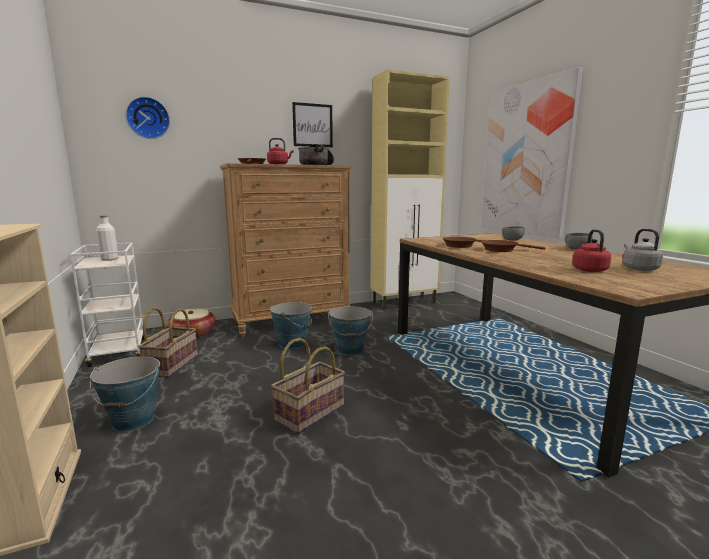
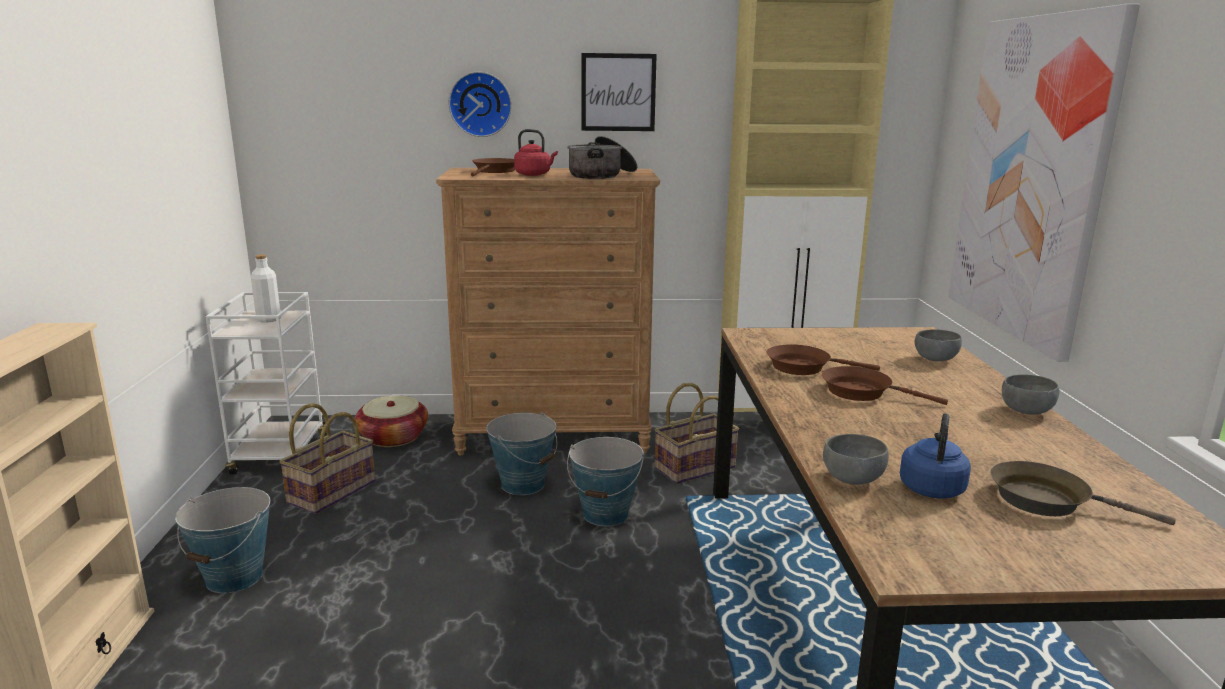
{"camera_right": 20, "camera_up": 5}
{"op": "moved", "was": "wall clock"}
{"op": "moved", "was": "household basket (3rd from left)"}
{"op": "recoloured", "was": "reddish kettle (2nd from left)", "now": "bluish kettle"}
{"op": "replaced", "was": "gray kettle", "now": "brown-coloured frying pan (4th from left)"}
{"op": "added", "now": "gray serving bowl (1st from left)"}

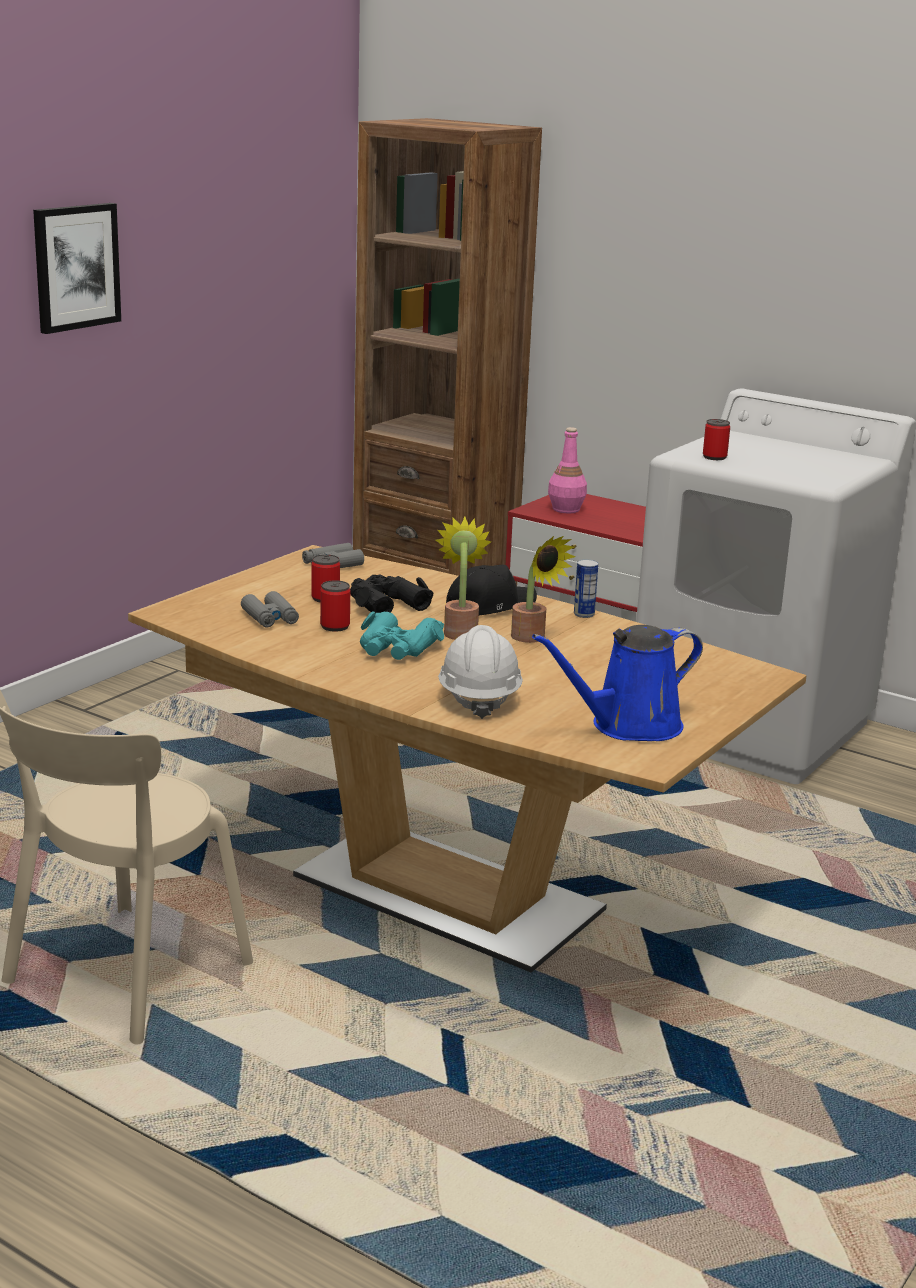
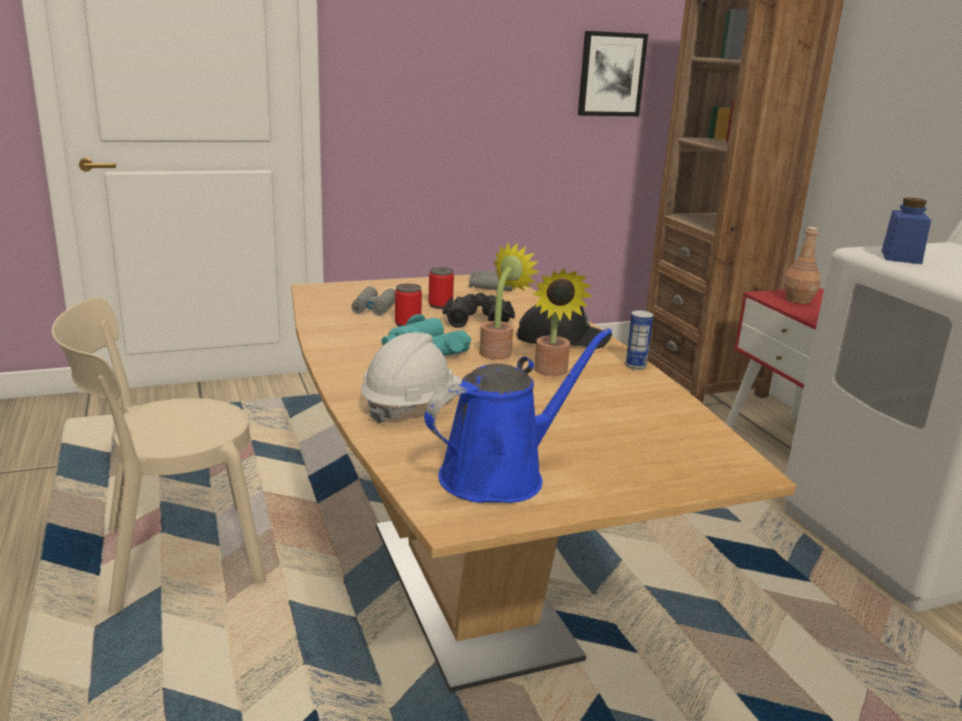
{"camera_right": 35, "camera_up": 0}
{"op": "moved", "was": "wall art"}
{"op": "turned", "was": "bluish watering can", "clockwise": 135}
{"op": "recoloured", "was": "pink drink bottle", "now": "brown-coloured drink bottle"}
{"op": "replaced", "was": "metal can (4th from left)", "now": "bluish storage jar"}

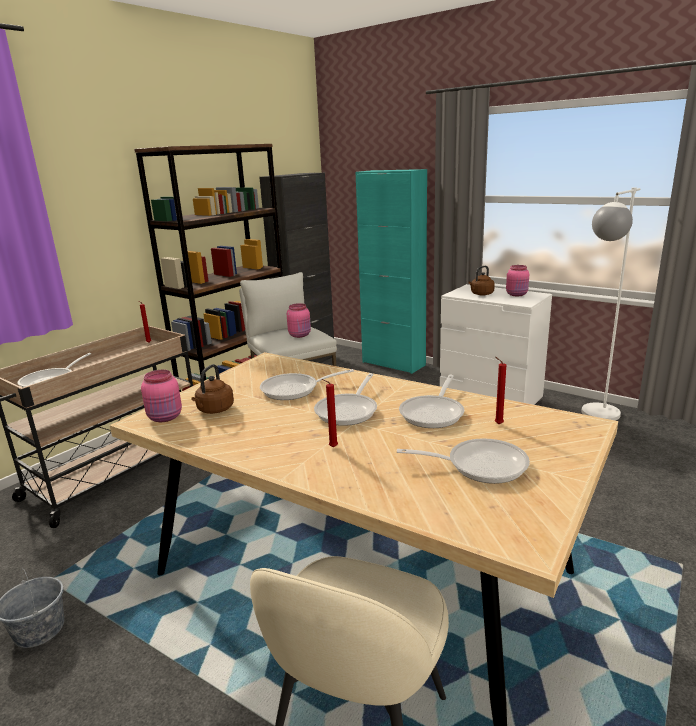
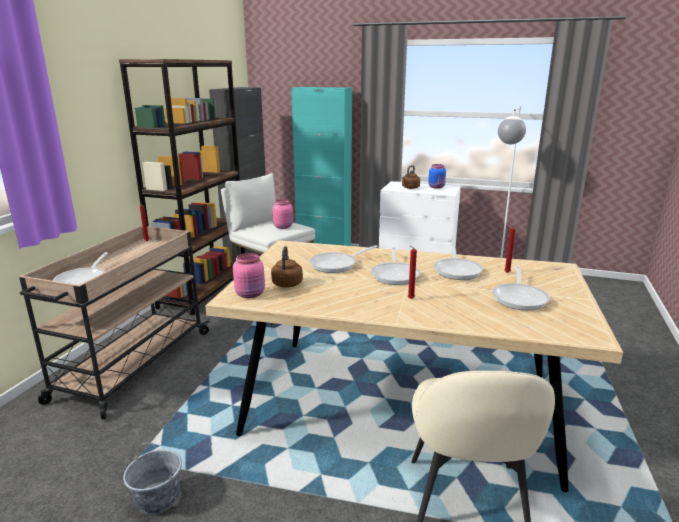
{"camera_right": -20, "camera_up": 0}
{"op": "turned", "was": "frying pan (5th from left)", "clockwise": 120}
{"op": "recoloured", "was": "pink storage jar (3rd from left)", "now": "bluish storage jar"}

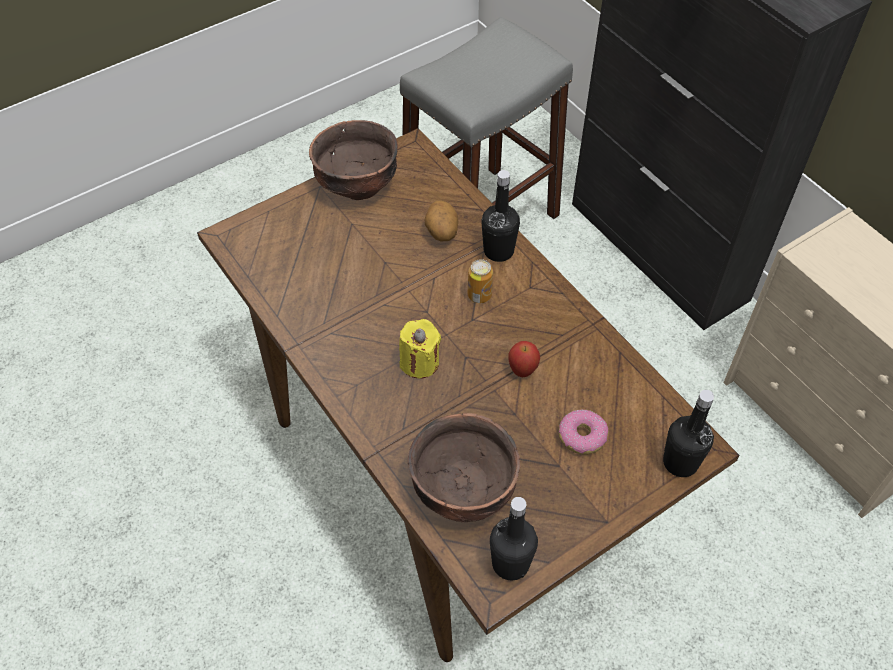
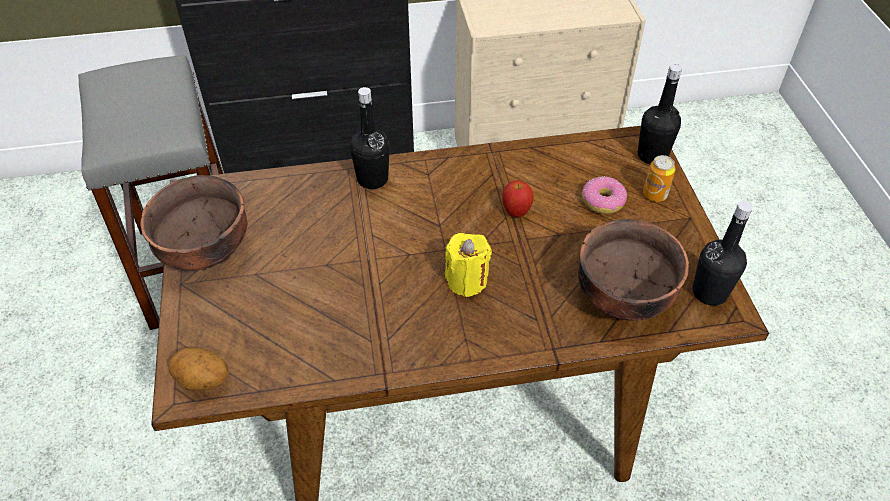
{"camera_right": -65, "camera_up": -5}
{"op": "moved", "was": "potato"}
{"op": "moved", "was": "metal can"}

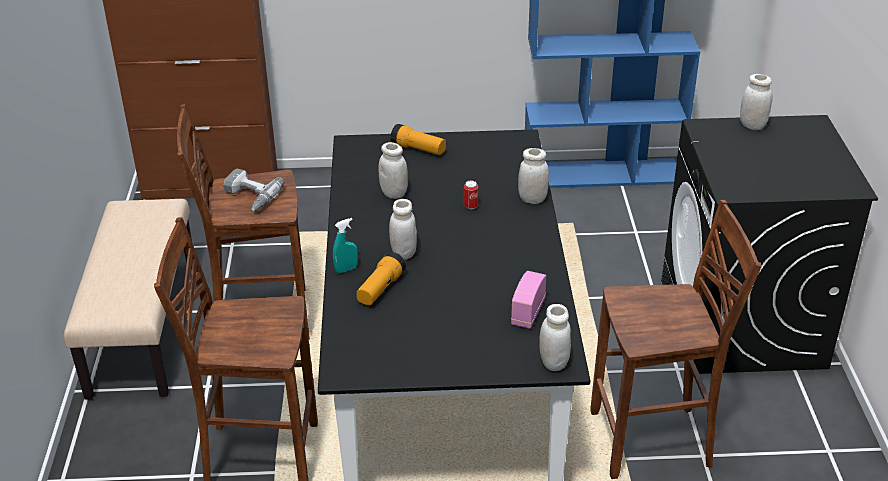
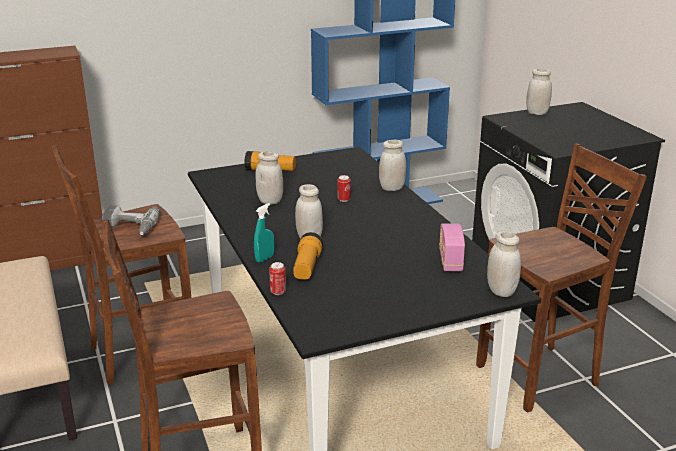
{"camera_right": -20, "camera_up": -10}
{"op": "added", "now": "metal can (1st from left)"}

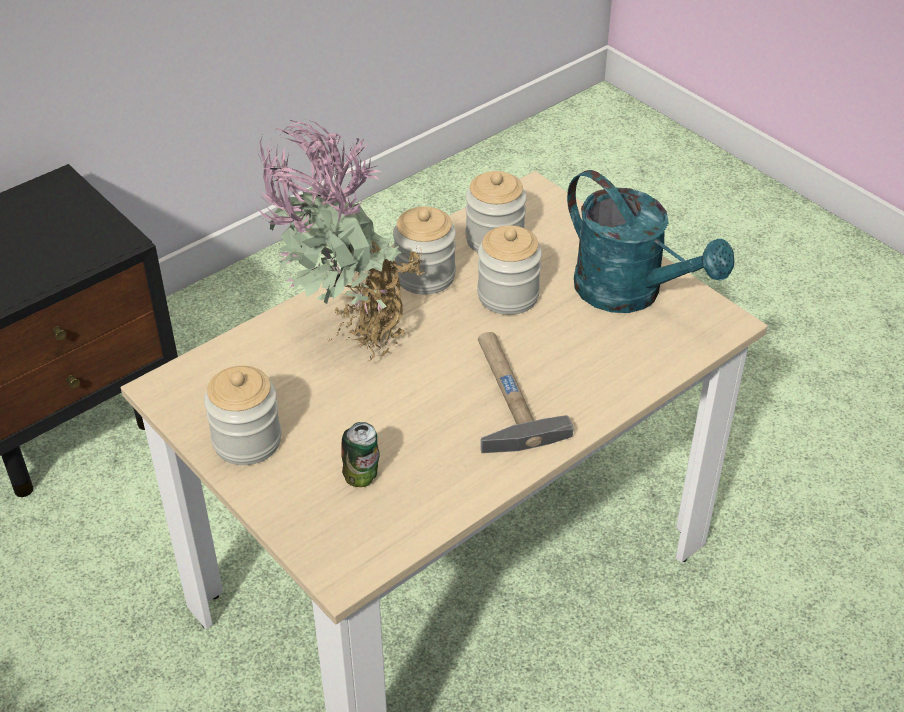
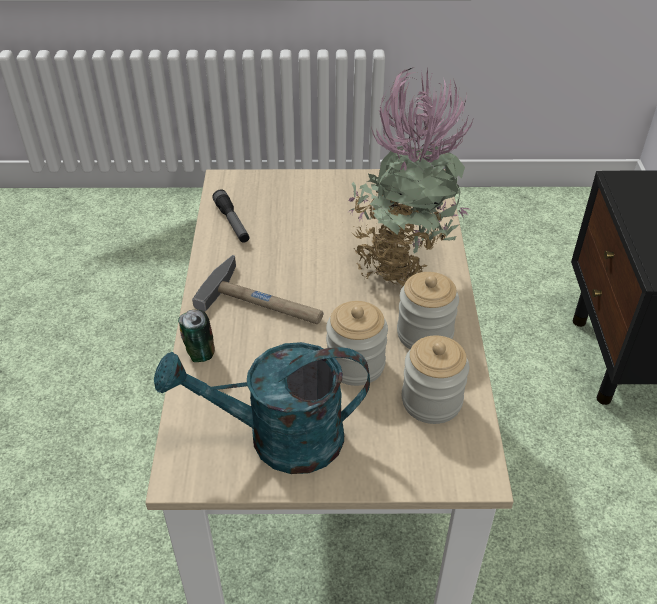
{"camera_right": 130, "camera_up": 0}
{"op": "removed", "was": "storage jar (1st from left)"}
{"op": "moved", "was": "metal can"}
{"op": "added", "now": "torch"}

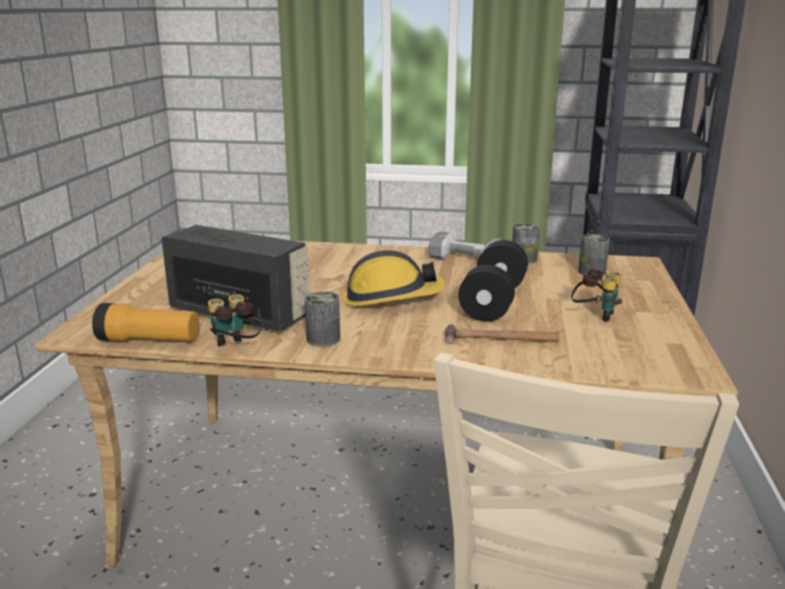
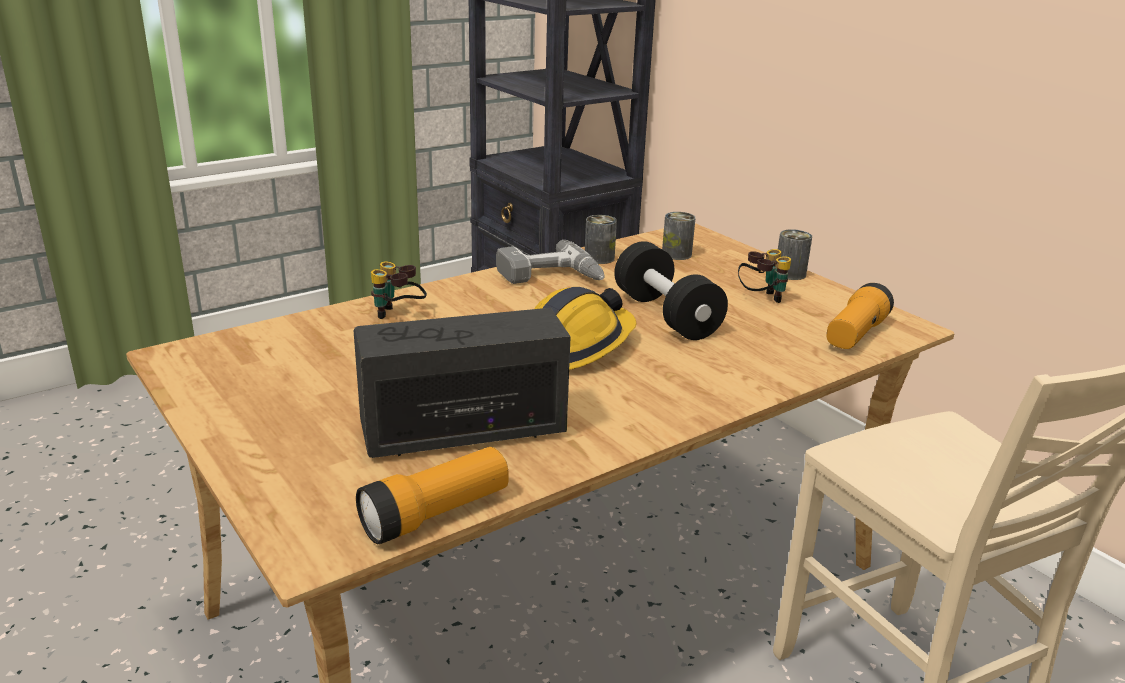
{"camera_right": -45, "camera_up": 5}
{"op": "moved", "was": "pair of binoculars (1st from left)"}
{"op": "moved", "was": "metal can (1st from left in the first image)", "now": "metal can (3rd from left)"}
{"op": "removed", "was": "hand hammer"}
{"op": "added", "now": "torch (2nd from left)"}

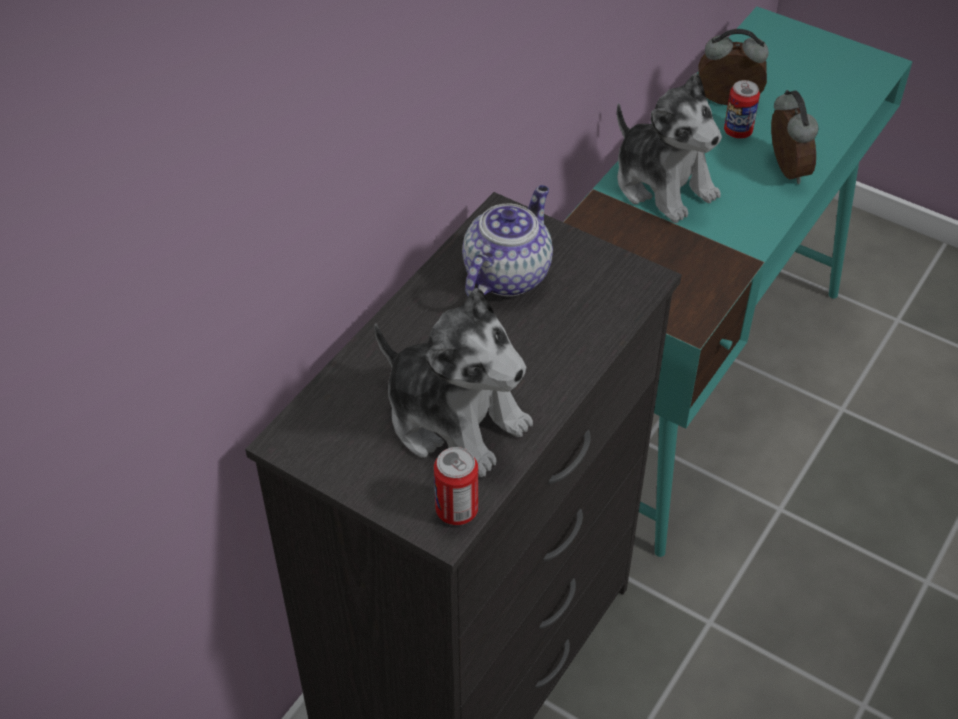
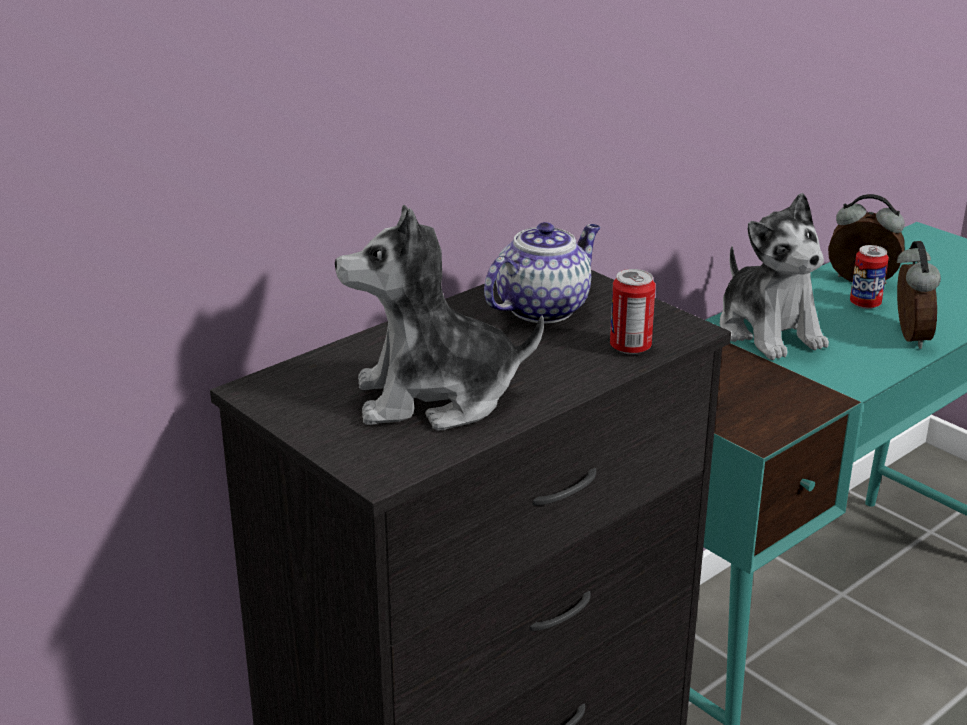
{"camera_right": 15, "camera_up": -20}
{"op": "turned", "was": "plush toy (1st from left)", "clockwise": 120}
{"op": "moved", "was": "metal can (1st from left)"}

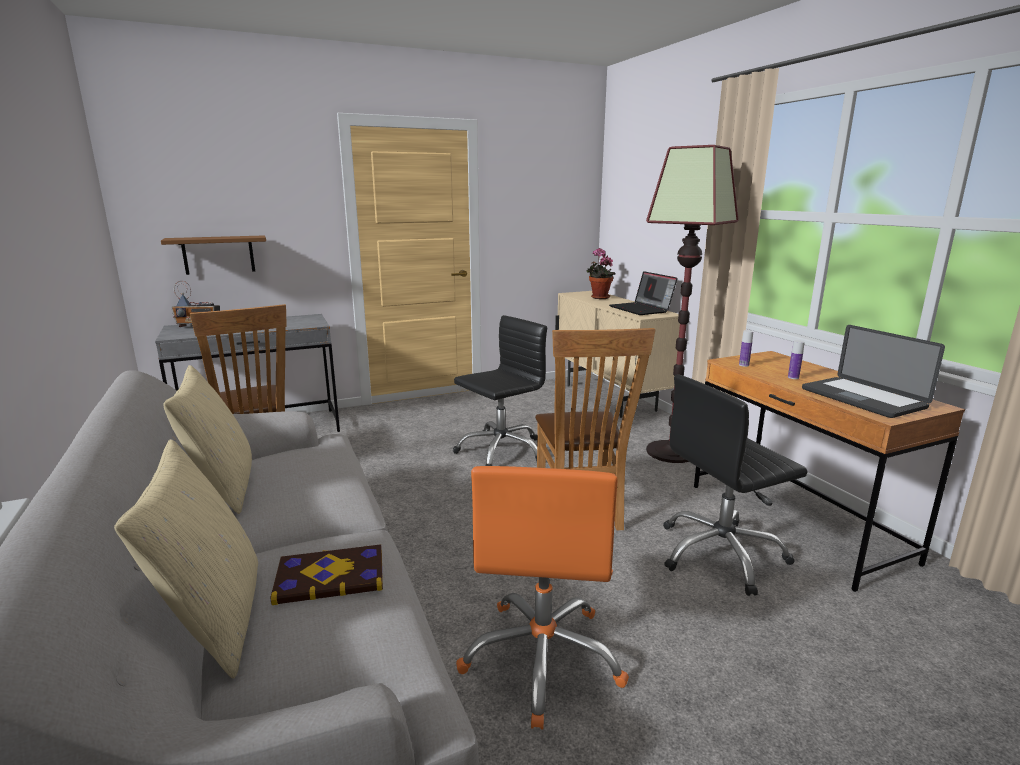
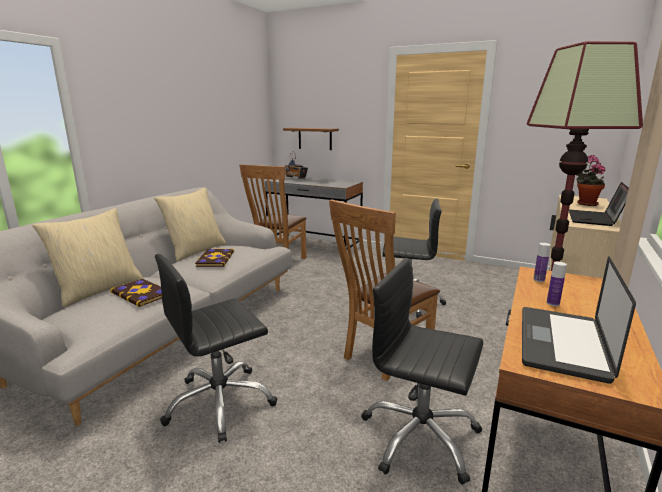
{"camera_right": 50, "camera_up": 0}
{"op": "recoloured", "was": "orange desk chair", "now": "black-coloured desk chair (1st from left)"}
{"op": "added", "now": "book (2nd from left)"}

